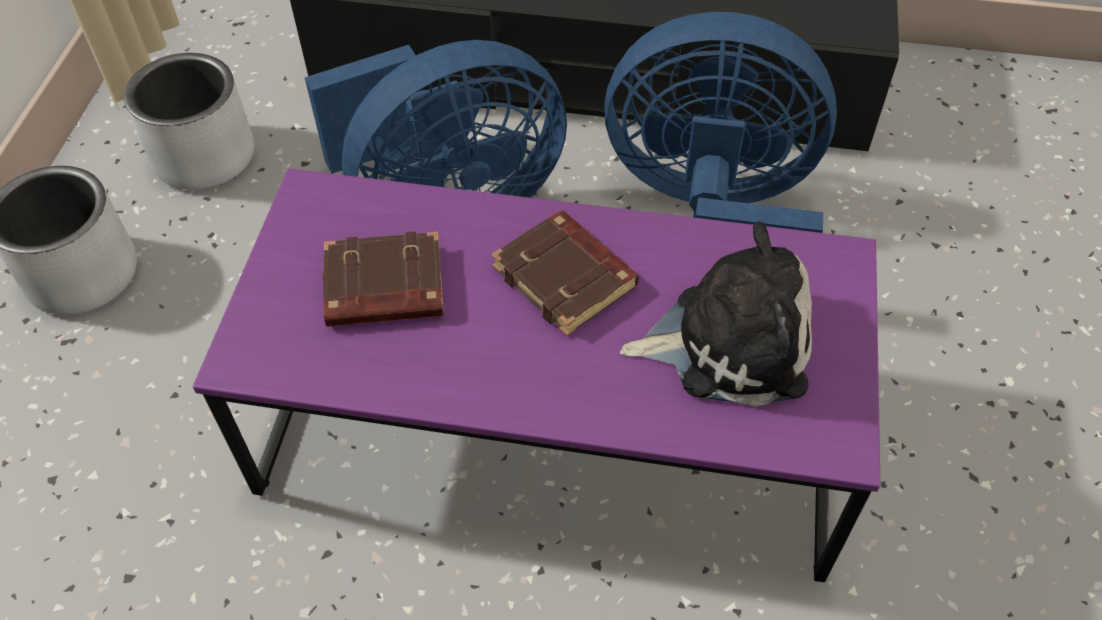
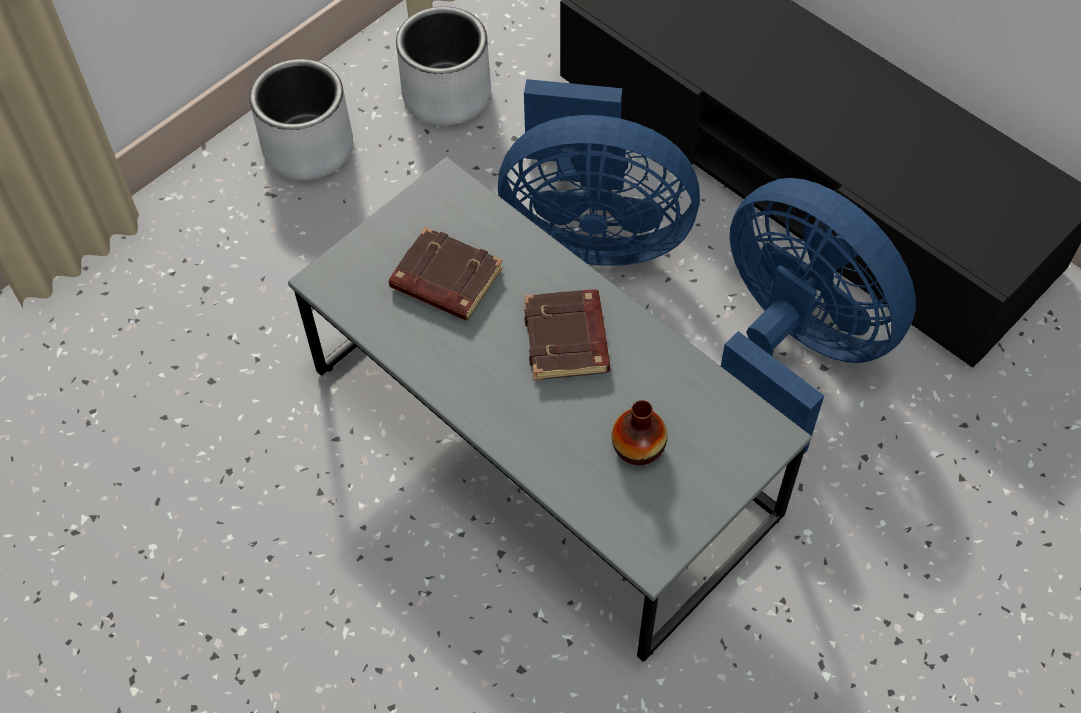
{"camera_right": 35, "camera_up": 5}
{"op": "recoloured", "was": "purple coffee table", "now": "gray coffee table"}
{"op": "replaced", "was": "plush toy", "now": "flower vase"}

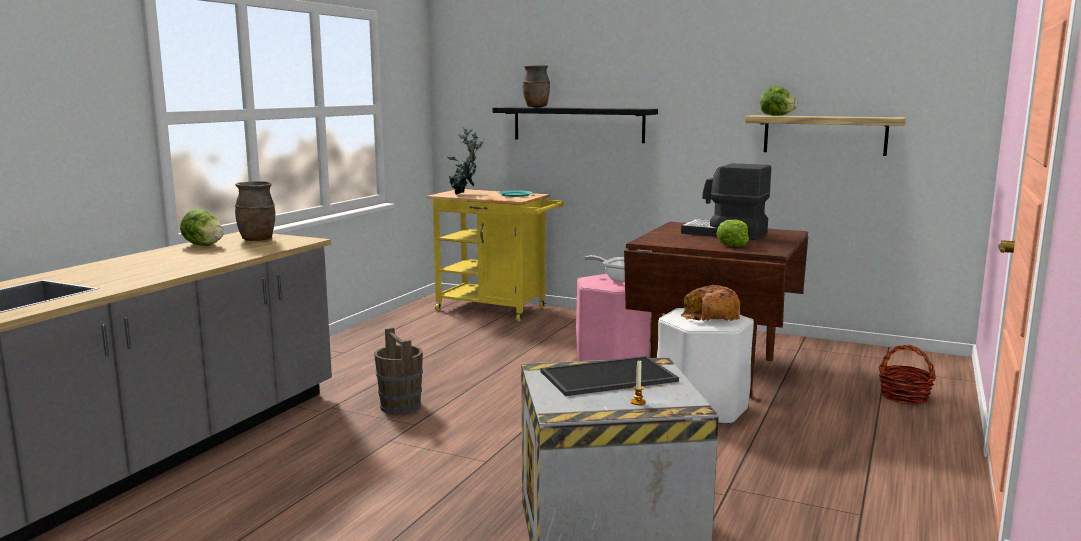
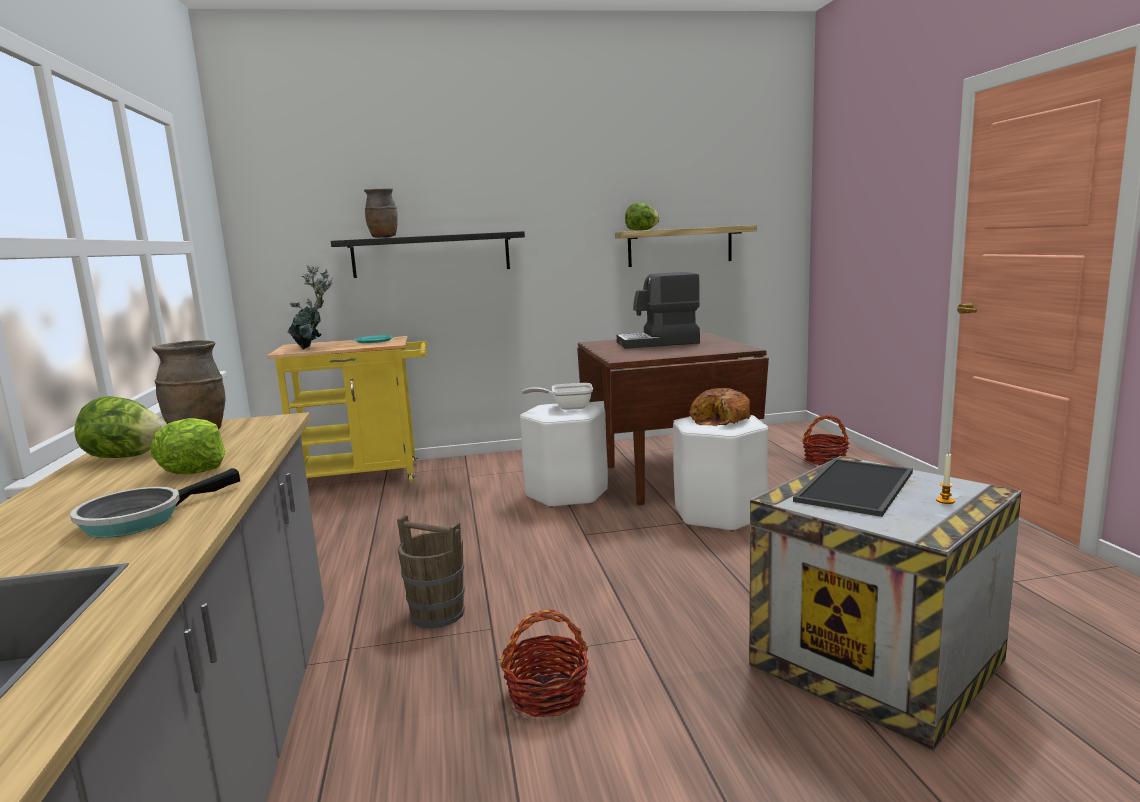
{"camera_right": -35, "camera_up": 0}
{"op": "recoloured", "was": "pink stool seat", "now": "white stool seat (1st from left)"}
{"op": "moved", "was": "head of lettuce (2nd from left)"}
{"op": "added", "now": "frying pan (1st from left)"}
{"op": "added", "now": "household basket (1st from left)"}

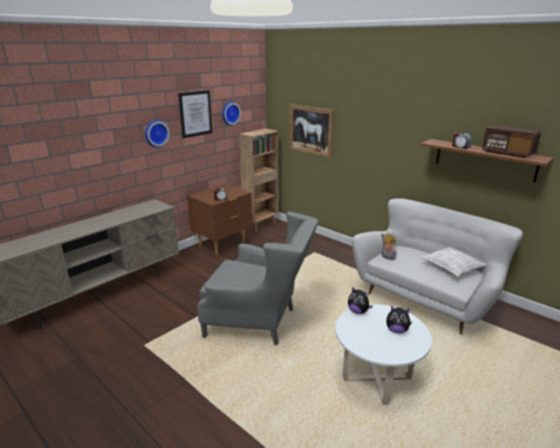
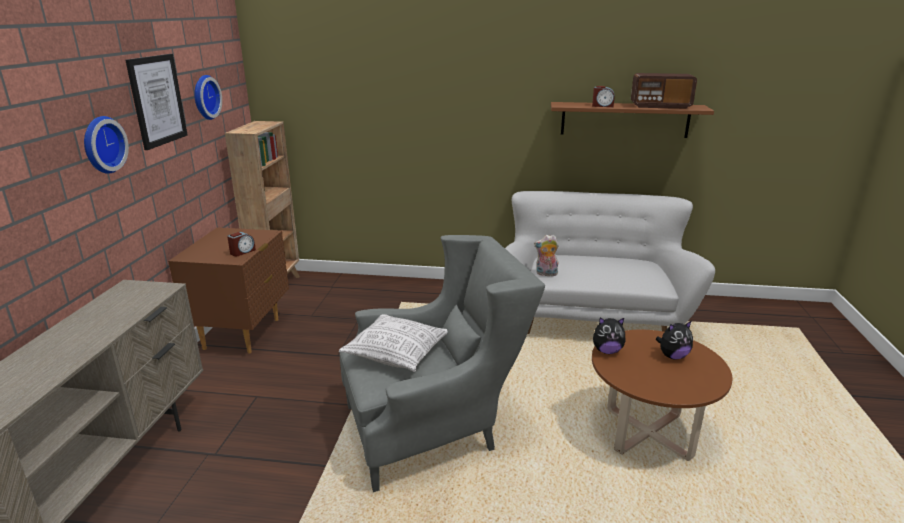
{"camera_right": -35, "camera_up": 0}
{"op": "removed", "was": "wall art (2nd from left)"}
{"op": "recoloured", "was": "white coffee table", "now": "brown-coloured coffee table"}
{"op": "moved", "was": "pillow"}

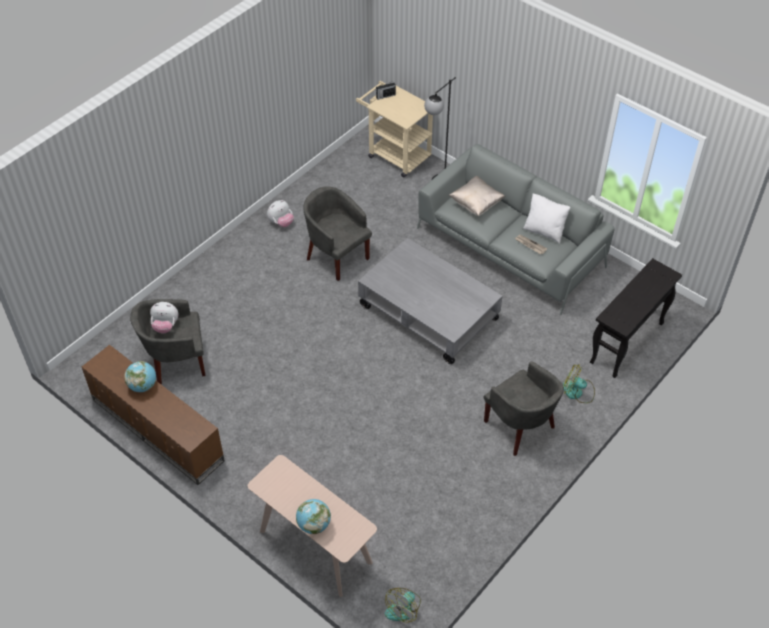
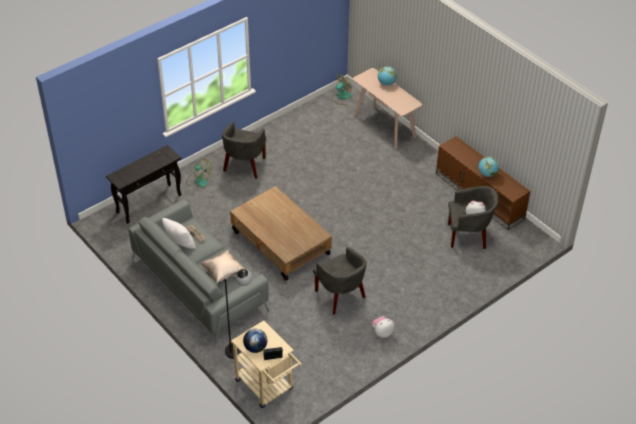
{"camera_right": -170, "camera_up": -5}
{"op": "recoloured", "was": "gray coffee table", "now": "brown-coloured coffee table"}
{"op": "turned", "was": "gray lounge chair (3rd from left in the first image)", "clockwise": -135}
{"op": "added", "now": "desk globe (1st from left)"}

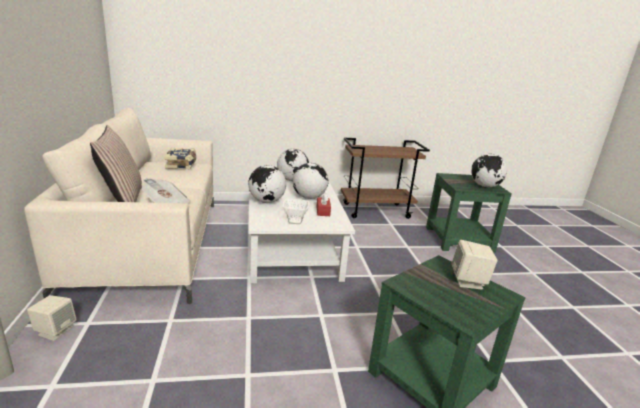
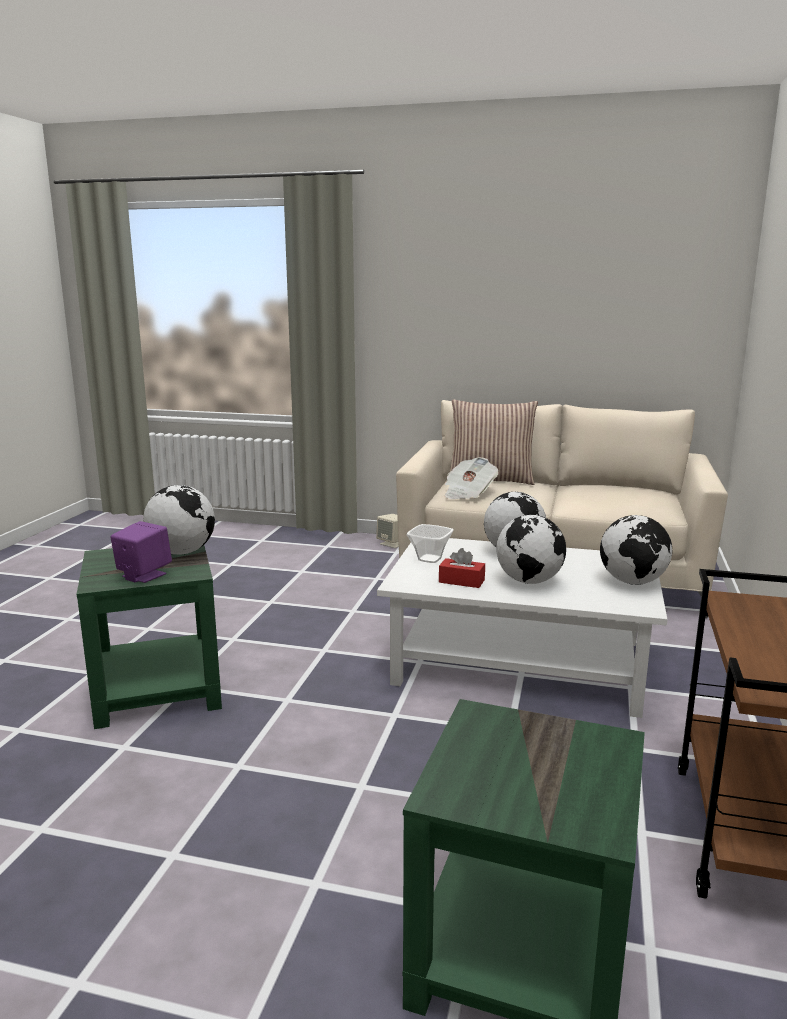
{"camera_right": 115, "camera_up": -5}
{"op": "removed", "was": "book"}
{"op": "recoloured", "was": "beige audio speaker (2nd from left)", "now": "purple audio speaker"}
{"op": "moved", "was": "desk globe (4th from left in the first image)", "now": "desk globe (1st from left)"}

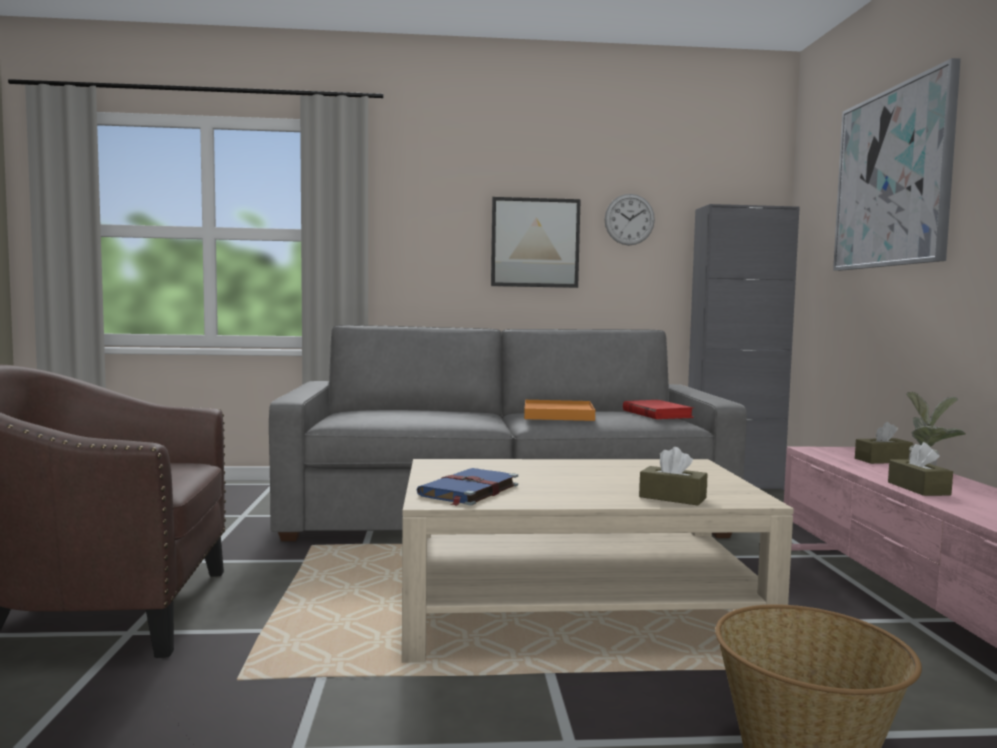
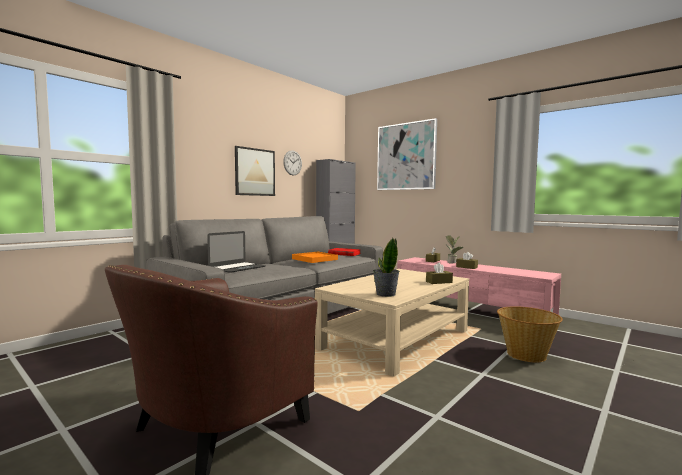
{"camera_right": -45, "camera_up": 0}
{"op": "replaced", "was": "bluish book", "now": "potted plant (1st from left)"}
{"op": "added", "now": "laptop"}

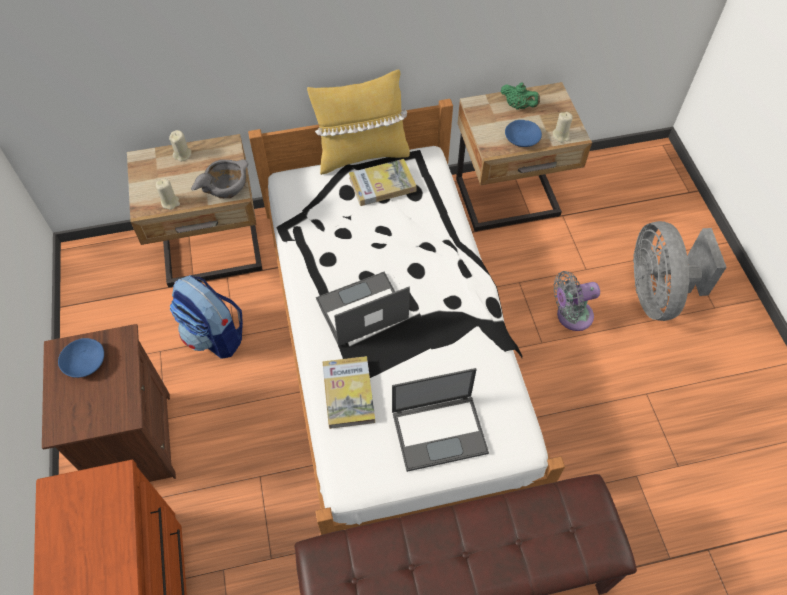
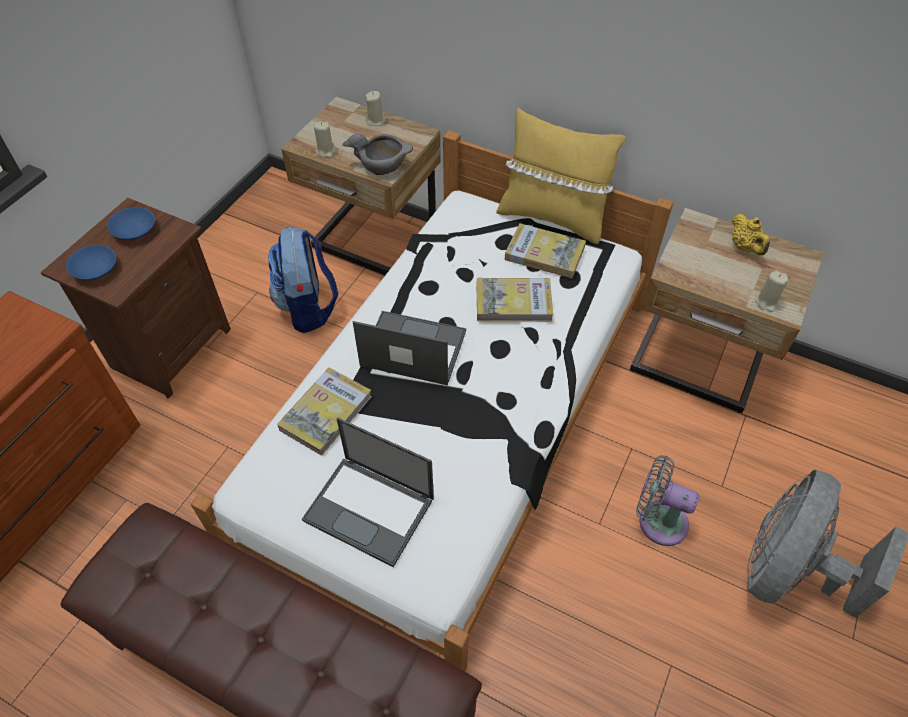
{"camera_right": 40, "camera_up": -5}
{"op": "recoloured", "was": "greenish pot for tea", "now": "yellowish pot for tea"}
{"op": "moved", "was": "bluish serving bowl (2nd from left in the first image)", "now": "bluish serving bowl (1st from left)"}
{"op": "added", "now": "book (2nd from left)"}

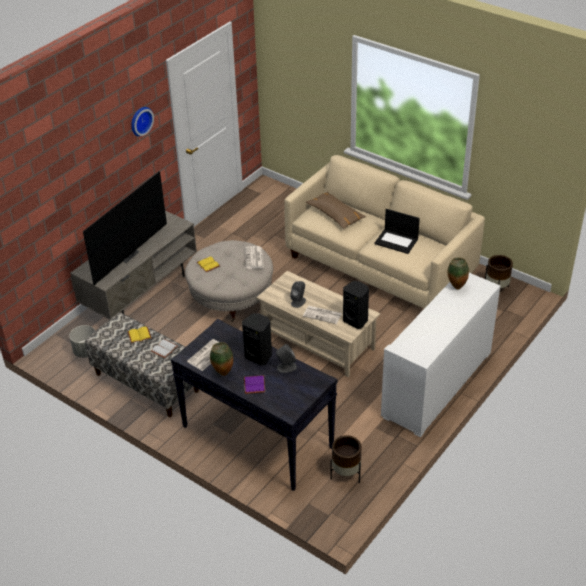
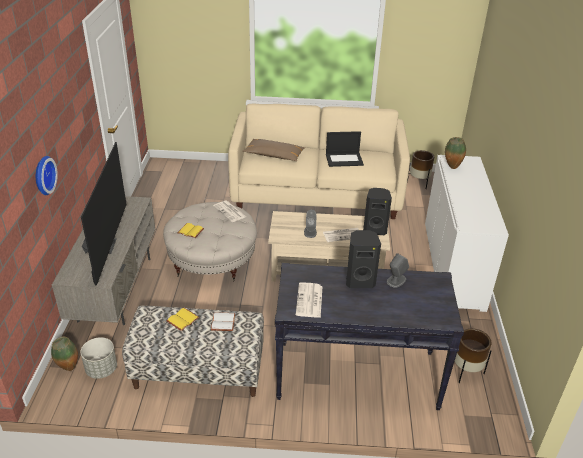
{"camera_right": -35, "camera_up": -5}
{"op": "moved", "was": "wall clock"}
{"op": "moved", "was": "flower vase (1st from left)"}
{"op": "removed", "was": "purple book"}

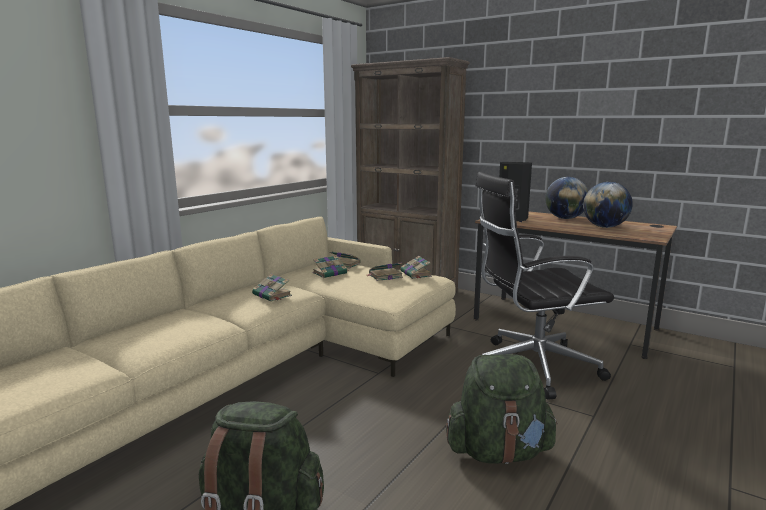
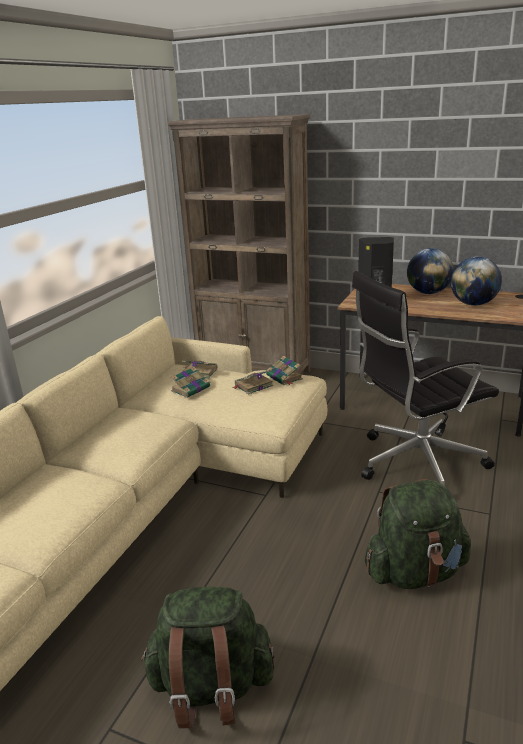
{"camera_right": -10, "camera_up": 10}
{"op": "removed", "was": "book (1st from left)"}

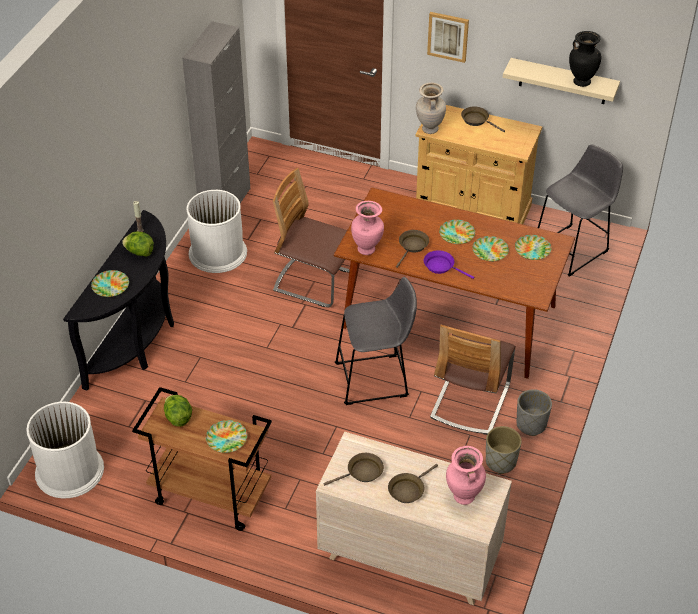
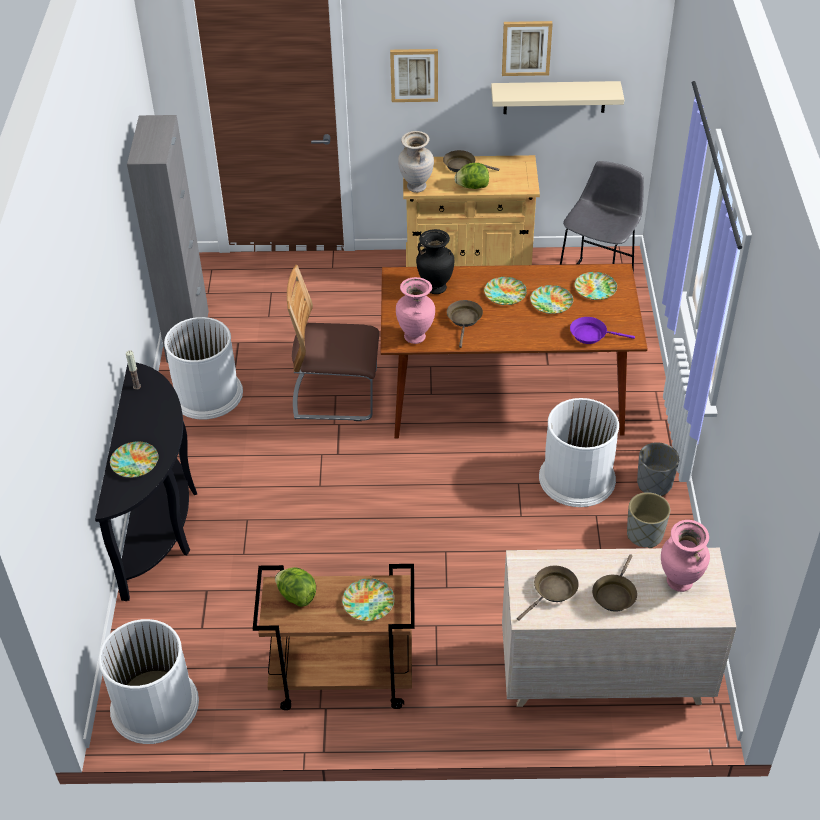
{"camera_right": -20, "camera_up": 0}
{"op": "moved", "was": "head of lettuce (1st from left in the first image)", "now": "head of lettuce (2nd from left)"}
{"op": "removed", "was": "gray stool seat (1st from left)"}
{"op": "moved", "was": "purple frying pan"}
{"op": "replaced", "was": "plain chair (2nd from left)", "now": "white trash can (3rd from left)"}
{"op": "moved", "was": "black-coloured flower vase"}
{"op": "added", "now": "wall art (2nd from left)"}

